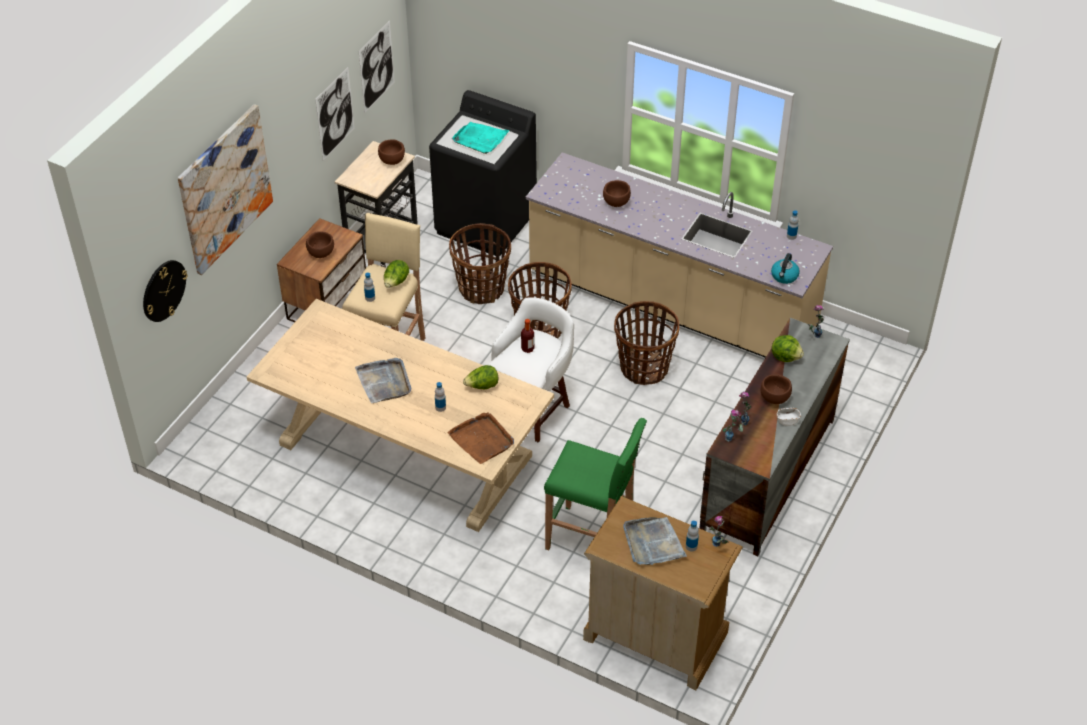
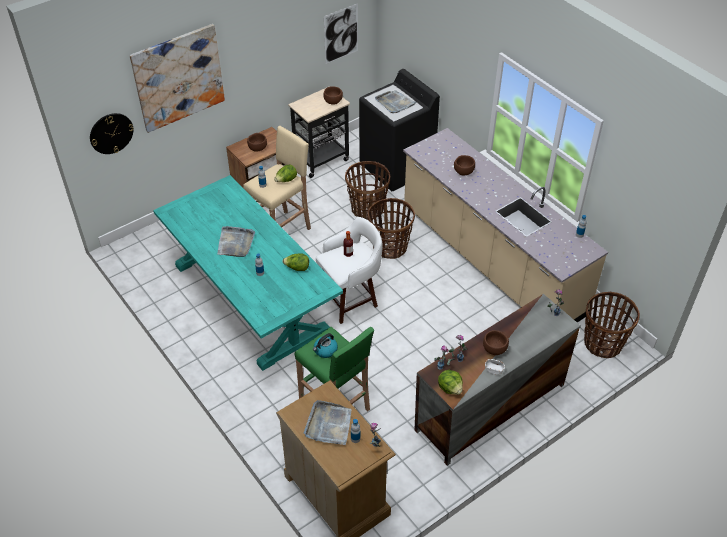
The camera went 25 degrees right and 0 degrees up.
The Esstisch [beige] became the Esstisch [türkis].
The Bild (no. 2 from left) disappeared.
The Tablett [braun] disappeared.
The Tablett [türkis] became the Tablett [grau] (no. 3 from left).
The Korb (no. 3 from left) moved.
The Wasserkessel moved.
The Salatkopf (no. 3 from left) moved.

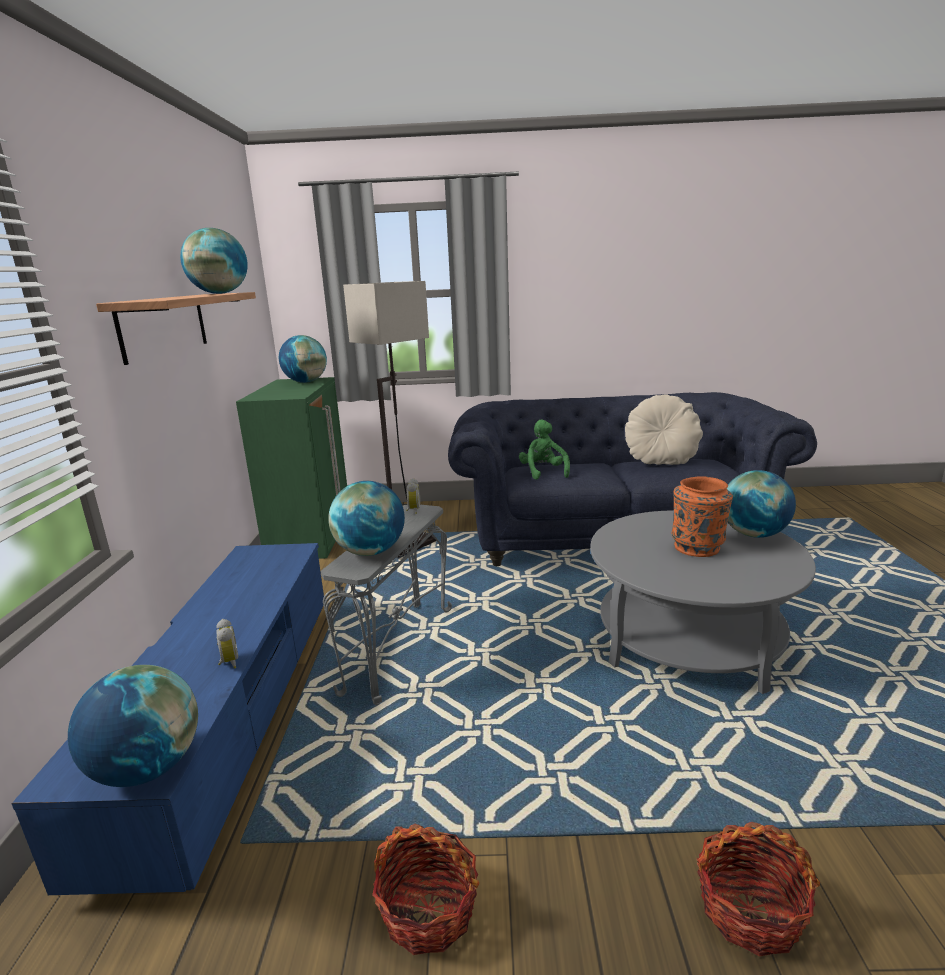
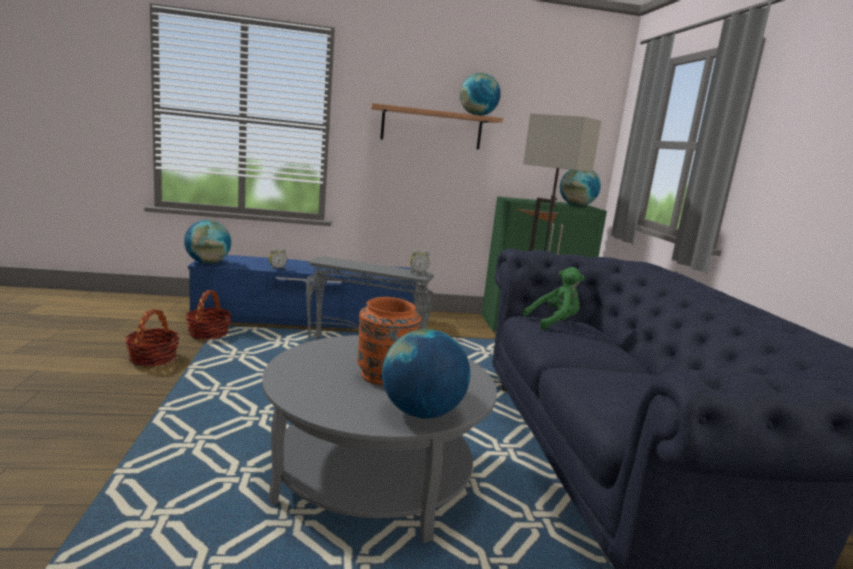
The camera went 80 degrees right and 5 degrees down.
The Globus (no. 4 from left) disappeared.
The Kissen [beige] disappeared.
The Korb (no. 2 from left) moved.

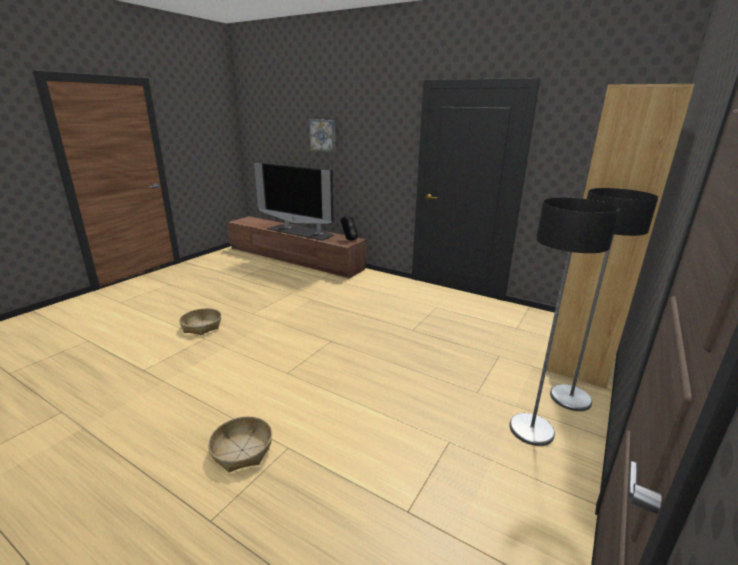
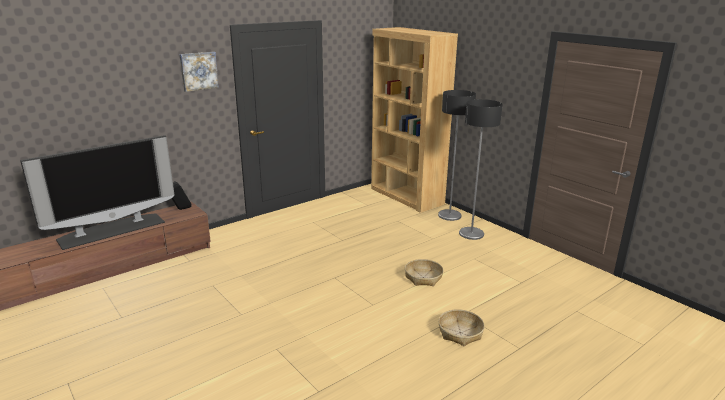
The camera went 70 degrees left and 0 degrees up.
The Korb (no. 1 from left) moved.
The Bild moved.

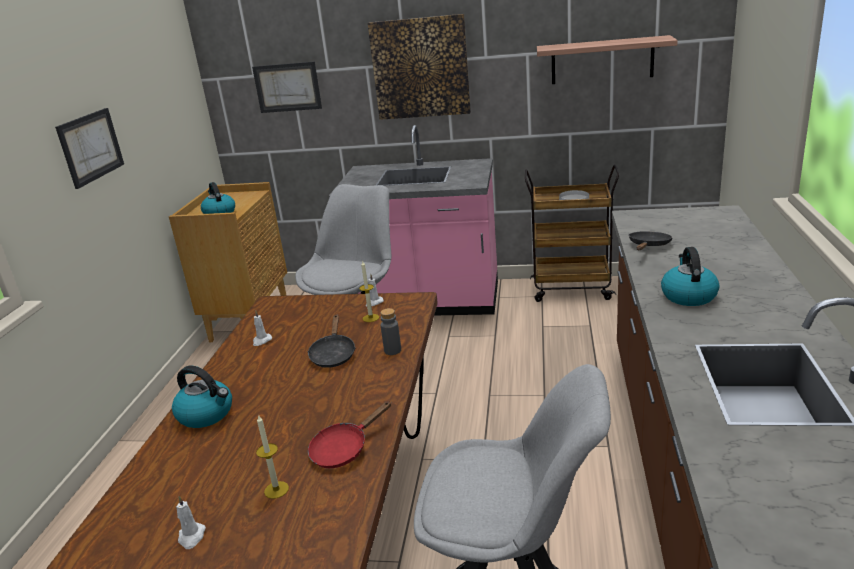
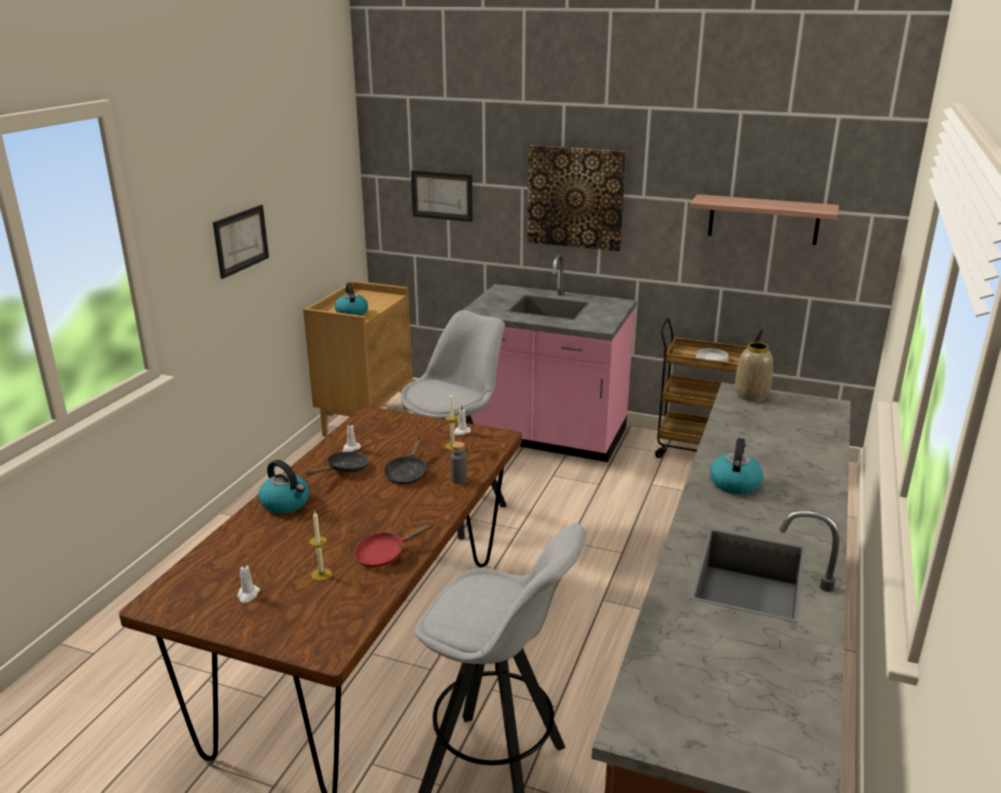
The camera went 10 degrees right and 0 degrees up.
The Pfanne [schwarz] (no. 2 from left in the first image) moved.
The Vase appeared.

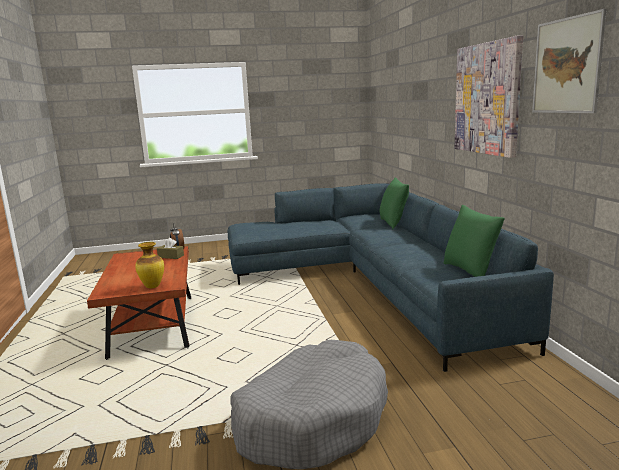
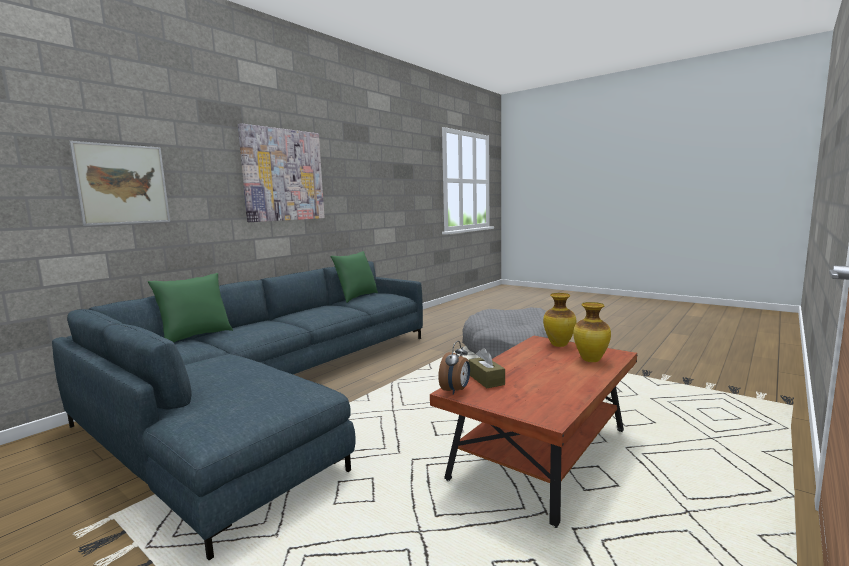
The camera went 130 degrees left and 5 degrees down.
The Bild (no. 2 from left in the first image) moved.
The Vase (no. 2 from left) appeared.

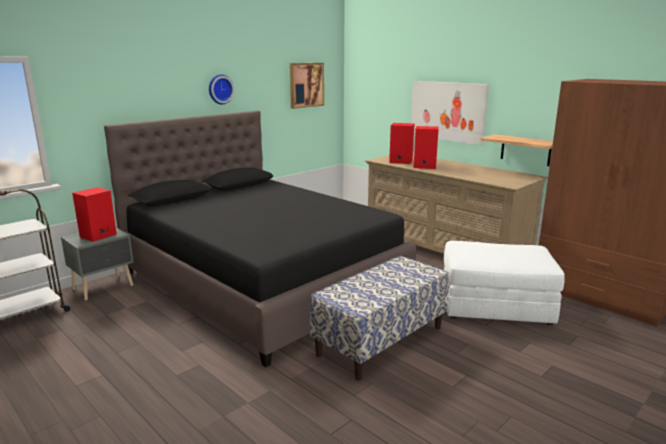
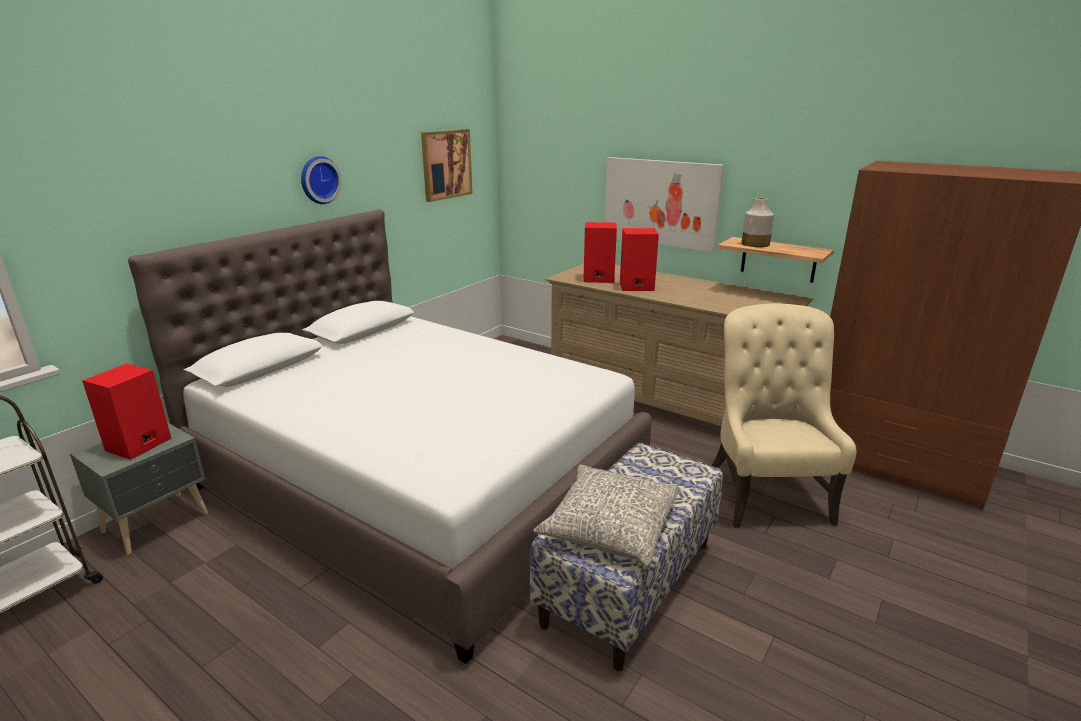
The camera went 10 degrees left and 5 degrees up.
The Bett [schwarz] became the Bett [weiß].
The Polsterhocker [weiß] was replaced by the Stuhl [beige].
The Kissen [grau] appeared.
The Vase [beige] appeared.

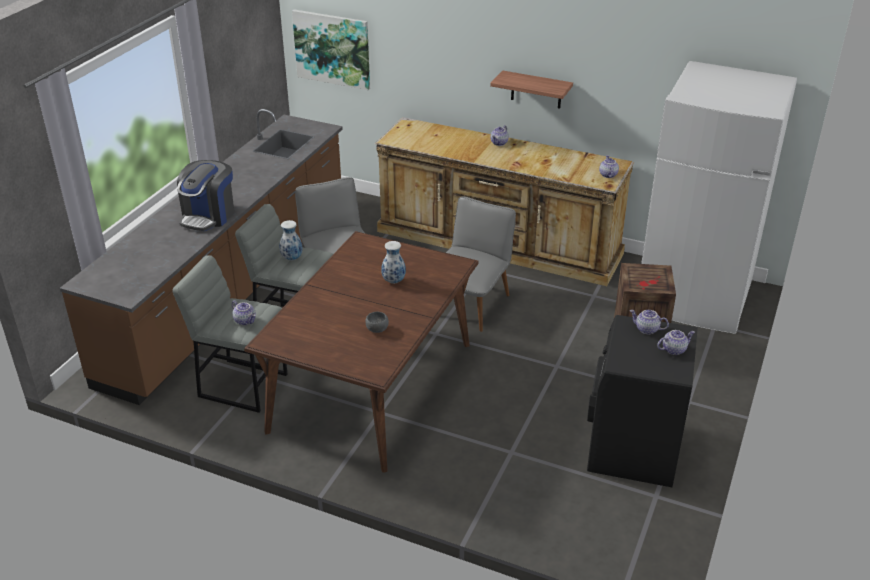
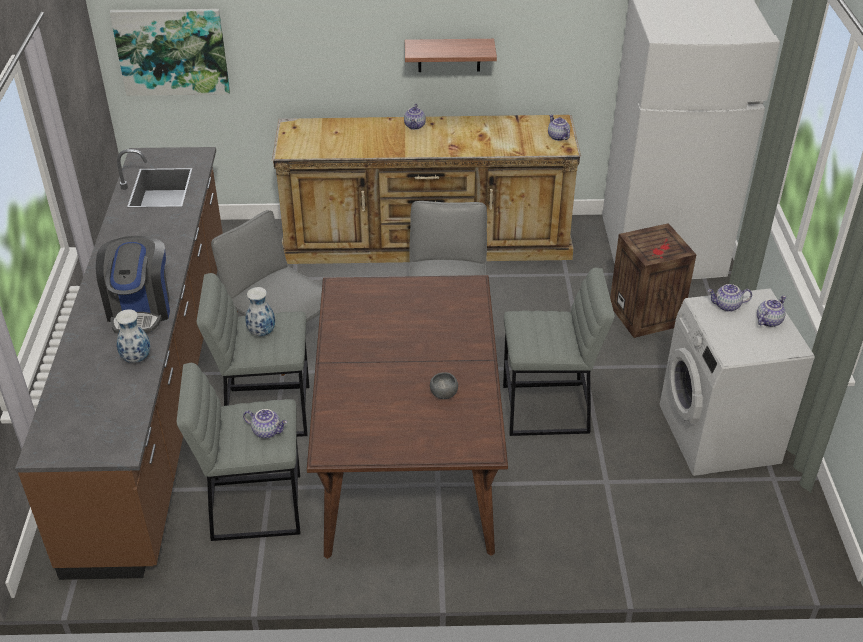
The camera went 25 degrees left and 5 degrees up.
The Vase (no. 2 from left in the first image) moved.
The Waschmaschine [schwarz] became the Waschmaschine [weiß].
The Hocker [grau] (no. 3 from left) appeared.

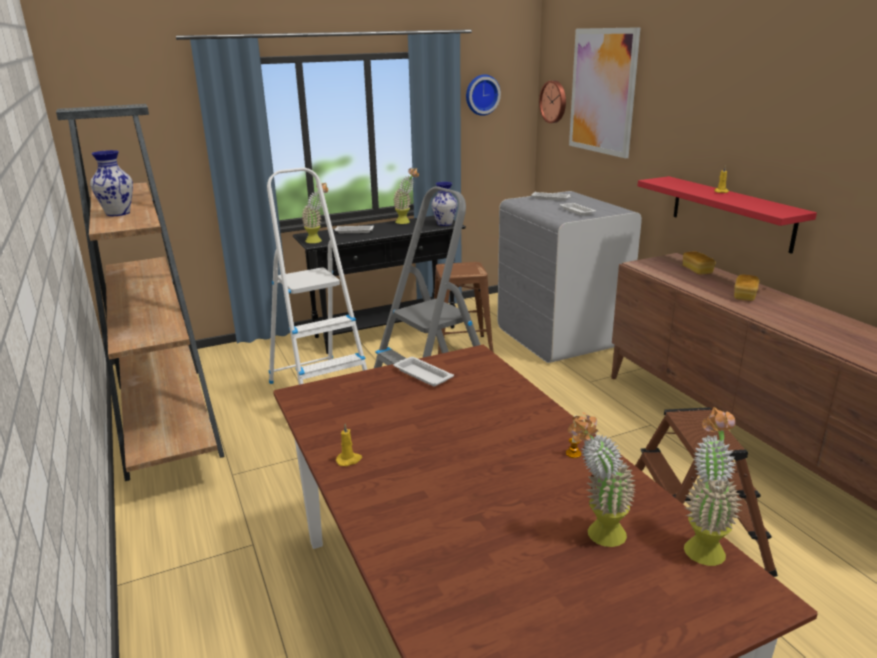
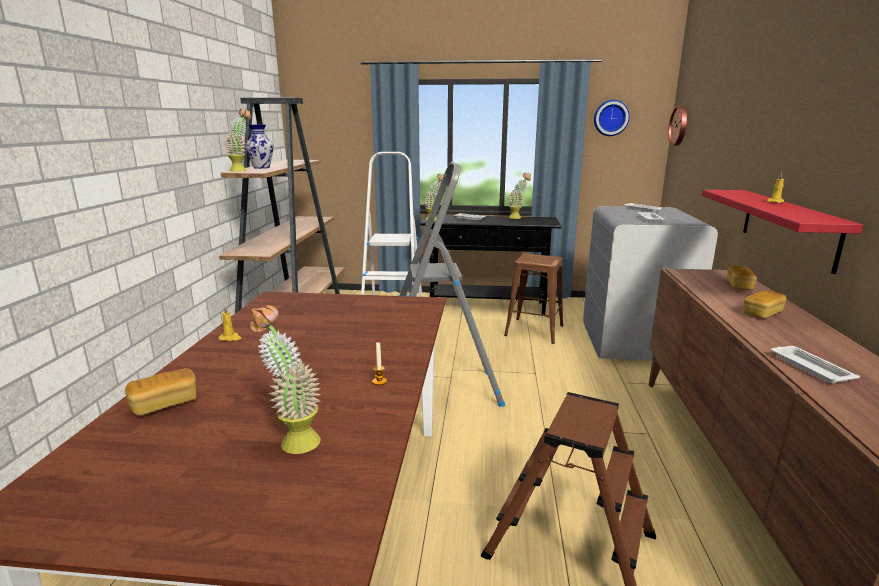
The camera went 30 degrees right and 5 degrees down.
The Tablett [weiß] (no. 2 from left in the first image) moved.
The Vase (no. 2 from left) disappeared.
The Bild disappeared.
The Topfpflanze (no. 4 from left in the first image) moved.
The Brot (no. 1 from left) appeared.

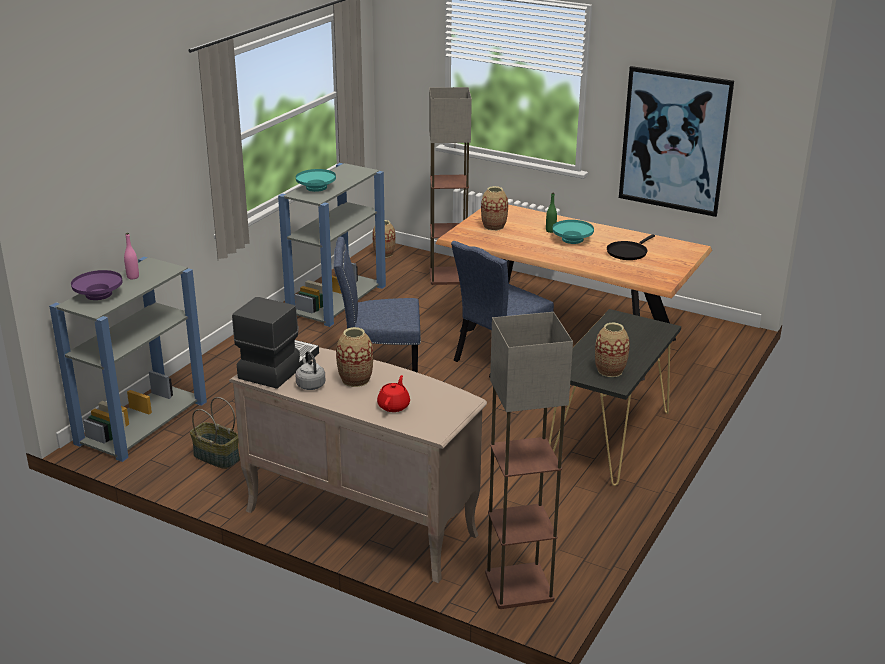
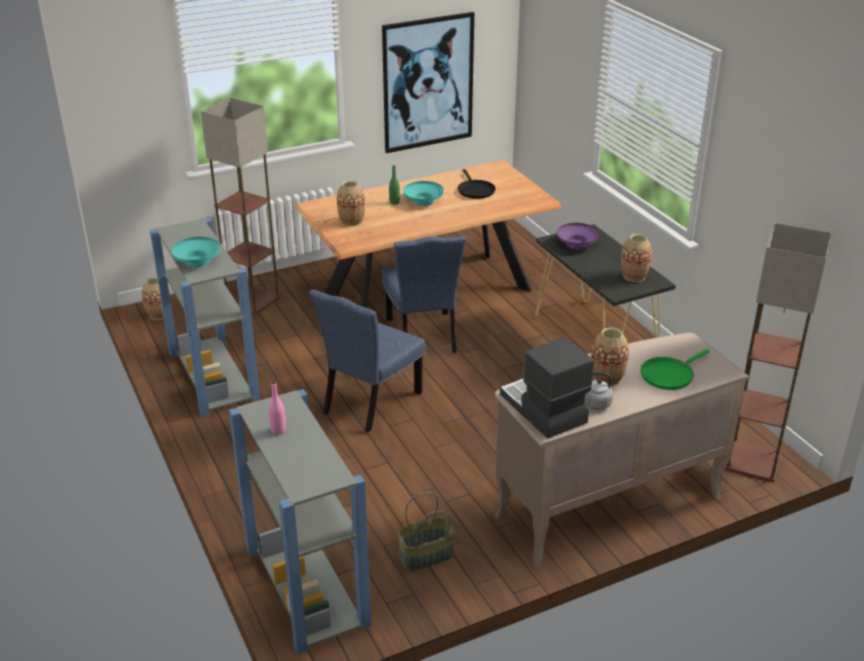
The camera went 55 degrees left and 5 degrees up.
The Schüssel [lila] moved.
The Teekanne [rot] was replaced by the Pfanne [grün].

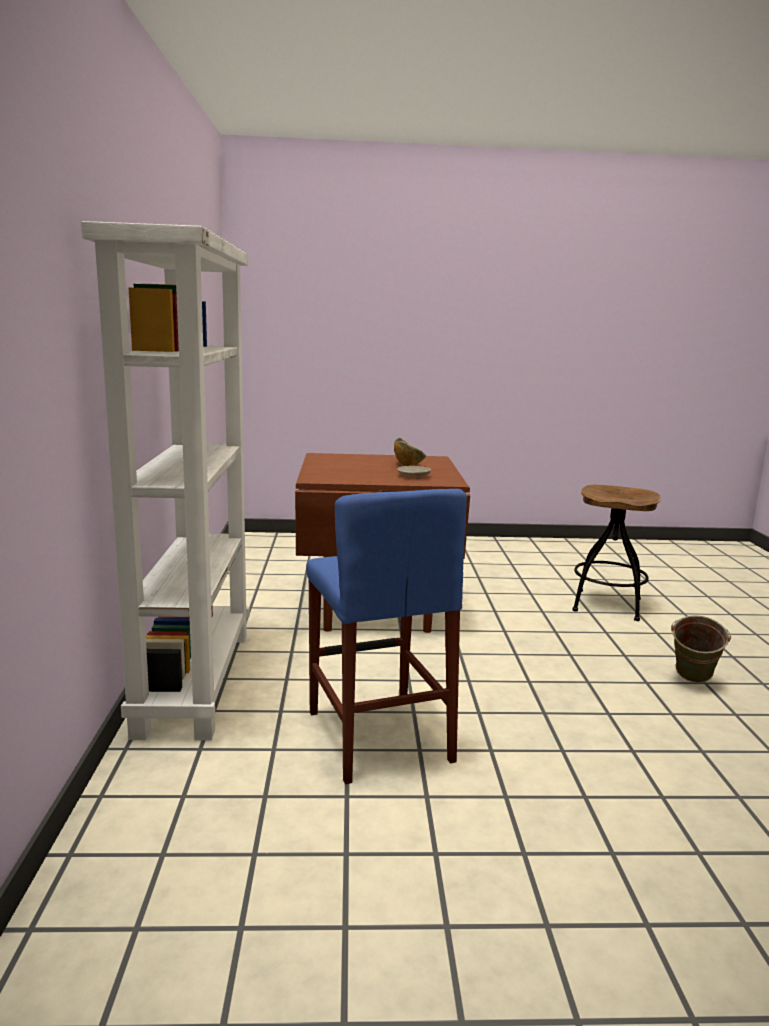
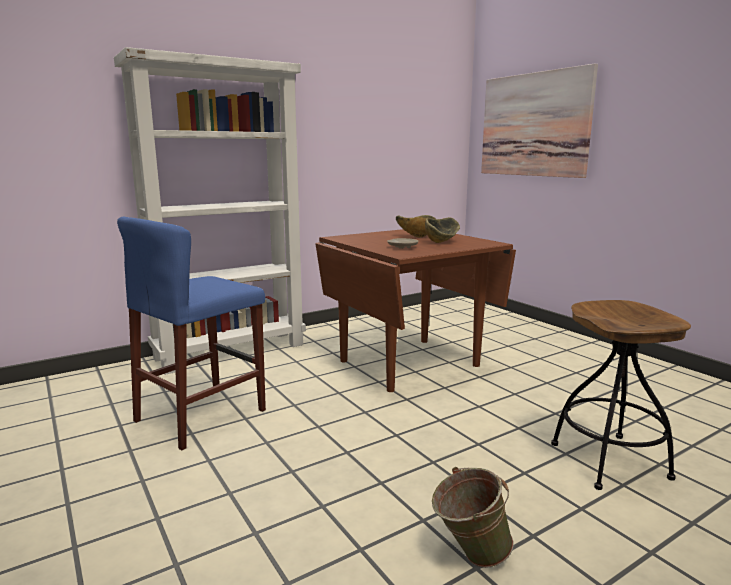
The camera went 60 degrees right and 0 degrees up.
The Schüssel (no. 1 from left) appeared.
The Bild appeared.

